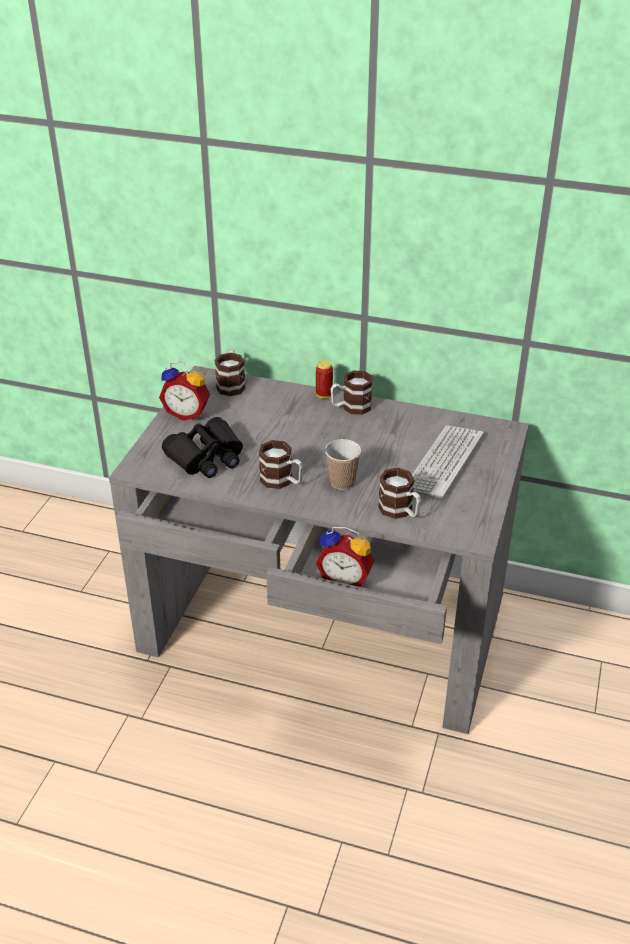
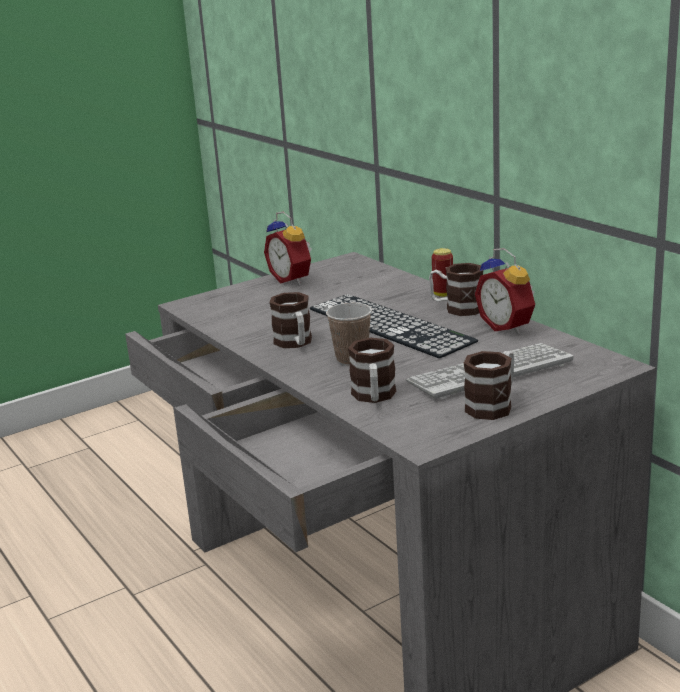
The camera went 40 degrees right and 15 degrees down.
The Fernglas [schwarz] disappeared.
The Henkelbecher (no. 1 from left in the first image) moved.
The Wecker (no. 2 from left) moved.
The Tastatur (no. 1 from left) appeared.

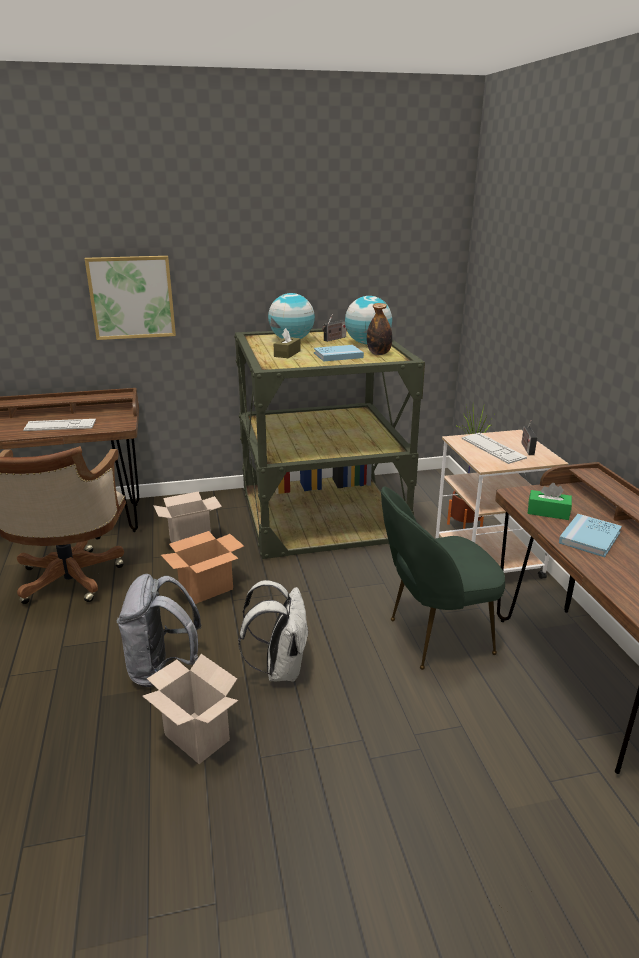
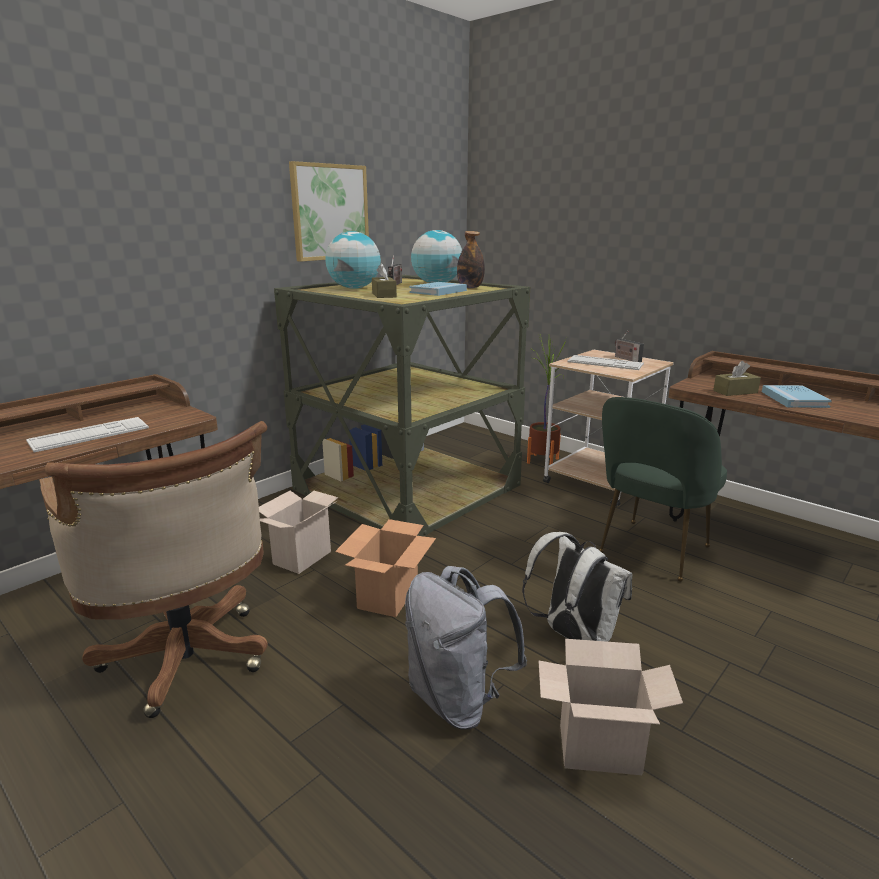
The camera went 35 degrees left and 5 degrees down.
The Bild moved.
The Taschentuchbox [grün] became the Taschentuchbox [braun] (no. 2 from left).

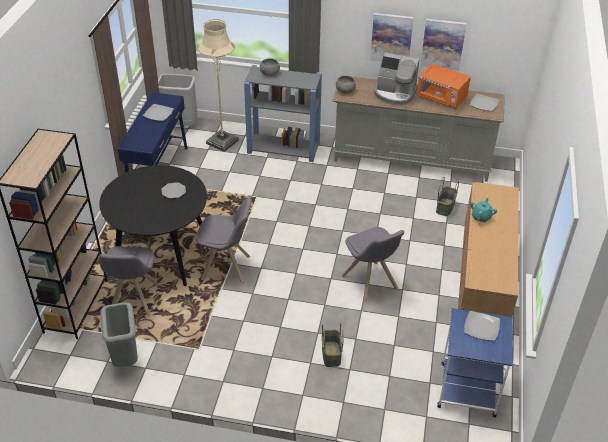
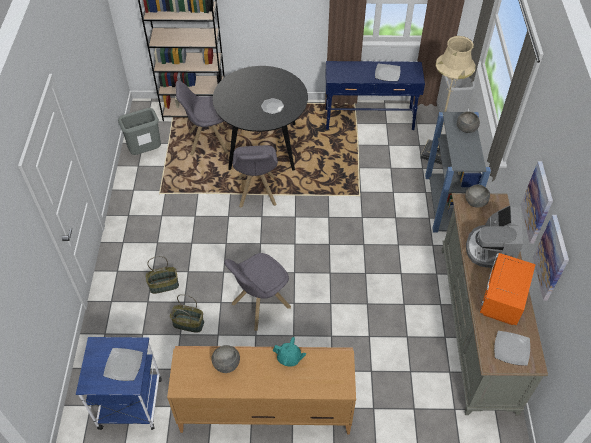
The camera went 80 degrees right and 10 degrees up.
The Korb (no. 2 from left) moved.
The Schüssel [grau] (no. 1 from left) appeared.

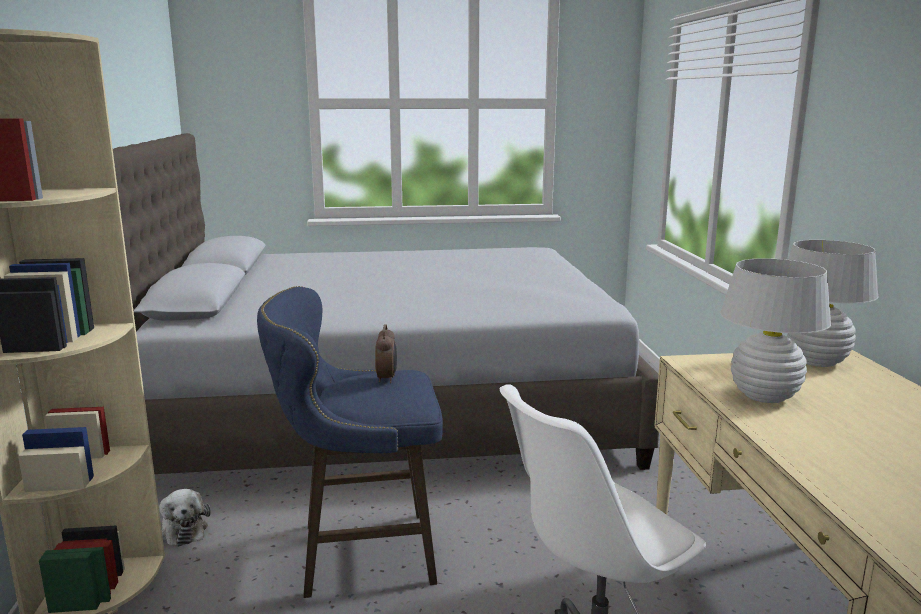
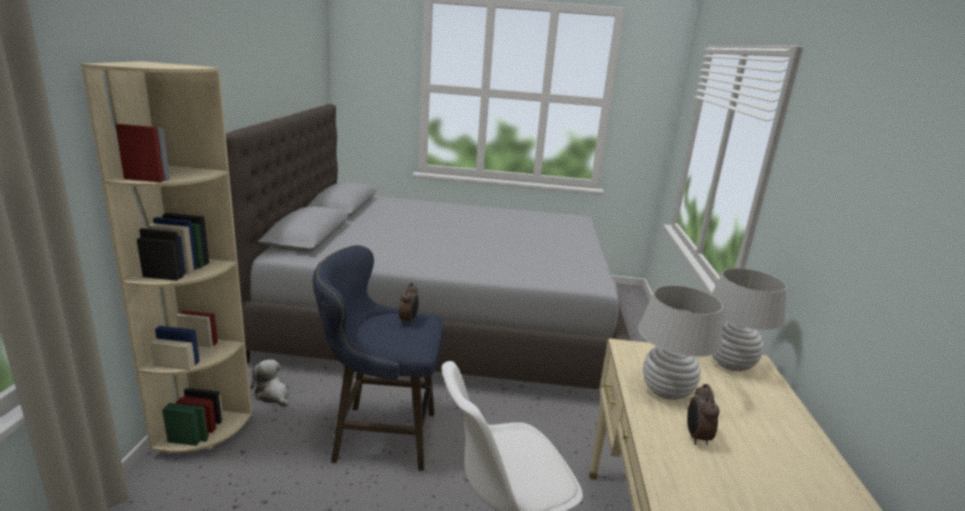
The camera went 10 degrees right and 5 degrees up.
The Plüschtier turned 150 degrees clockwise.
The Wecker (no. 2 from left) appeared.

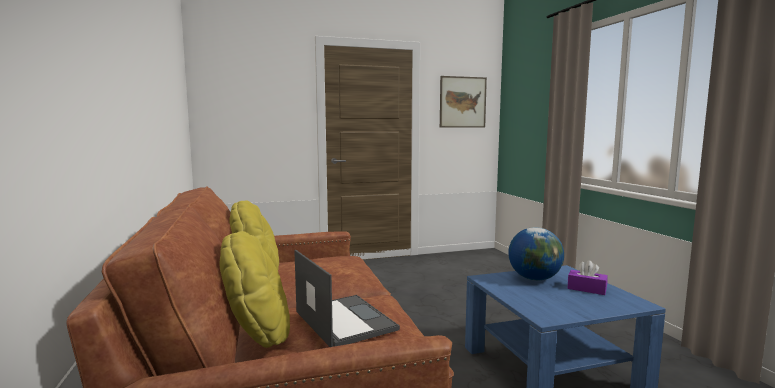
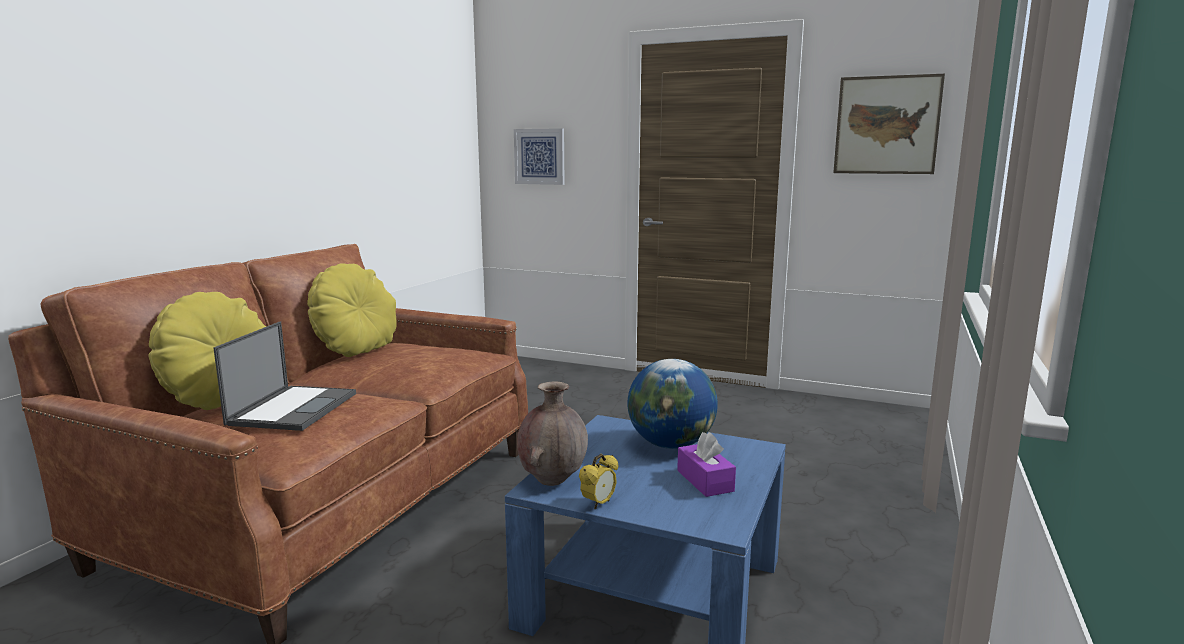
The camera went 40 degrees right and 5 degrees up.
The Bild (no. 1 from left) appeared.
The Vase [braun] appeared.
The Wecker appeared.

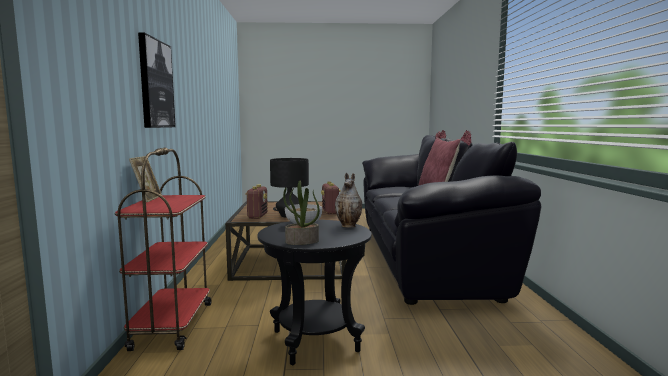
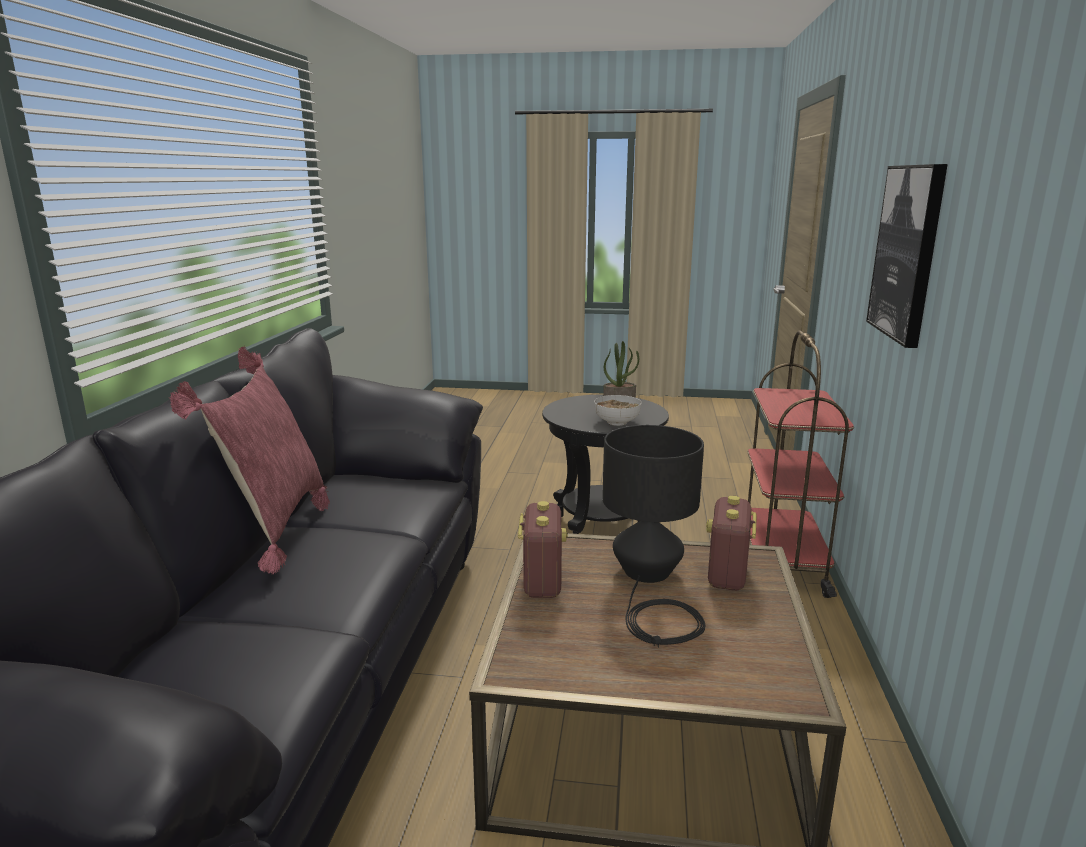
The camera went 170 degrees left and 10 degrees up.
The Bilderrahmen disappeared.
The Vase disappeared.

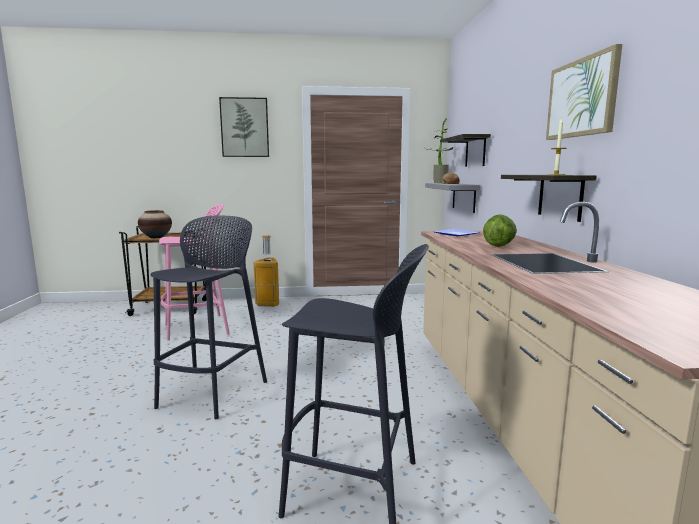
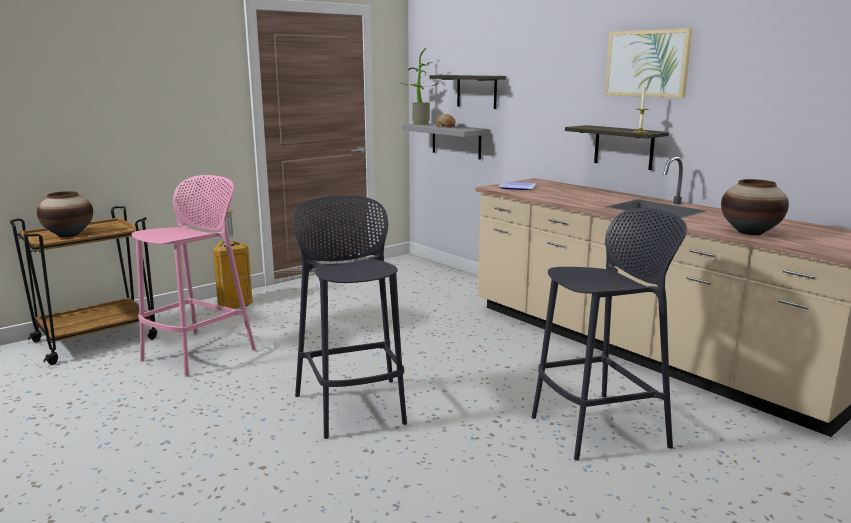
The camera went 35 degrees left and 5 degrees up.
The Bild (no. 1 from left) disappeared.
The Salatkopf disappeared.
The Vase (no. 2 from left) appeared.

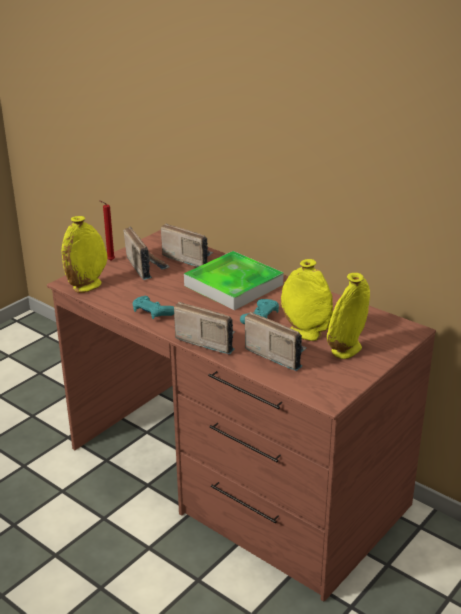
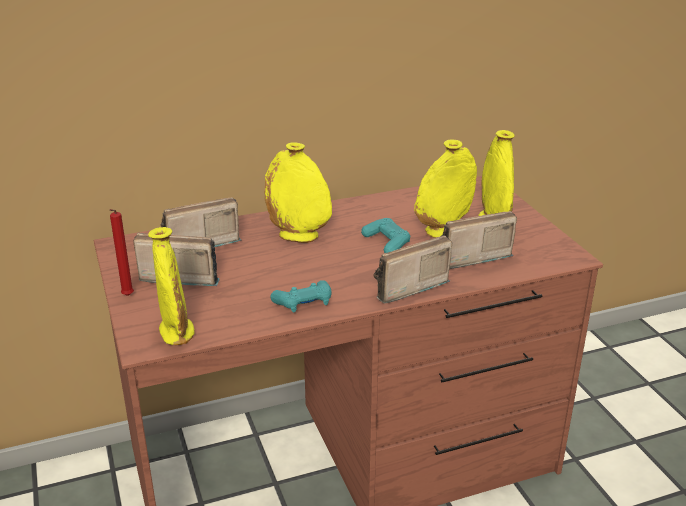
The camera went 60 degrees left and 0 degrees up.
The Tablett was replaced by the Vase [gelb] (no. 2 from left).

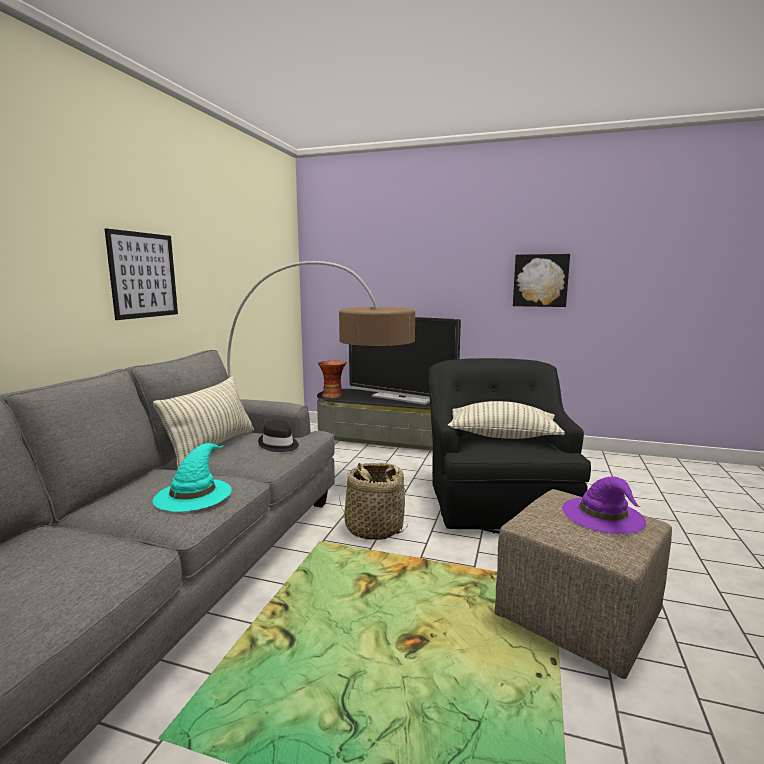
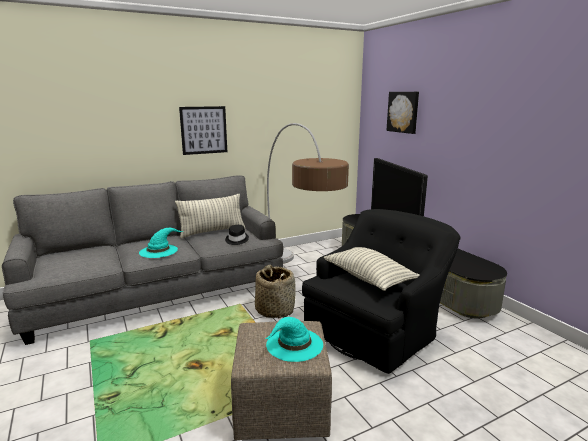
The camera went 45 degrees right and 5 degrees up.
The Vase disappeared.
The Bild (no. 2 from left) moved.
The Hut [lila] became the Hut [türkis] (no. 2 from left).

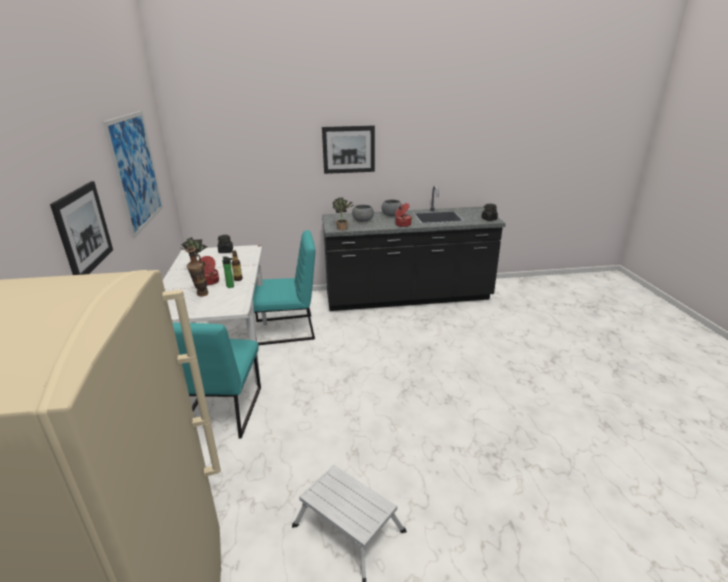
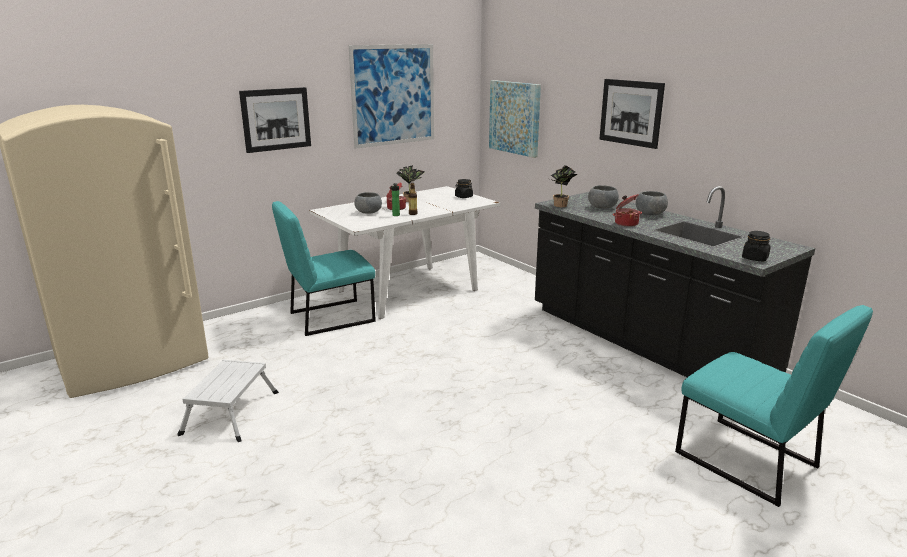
The camera went 60 degrees right and 5 degrees down.
The Vase was replaced by the Schüssel [grau] (no. 1 from left).
The Stuhl [türkis] (no. 2 from left) moved.
The Bild (no. 3 from left) appeared.

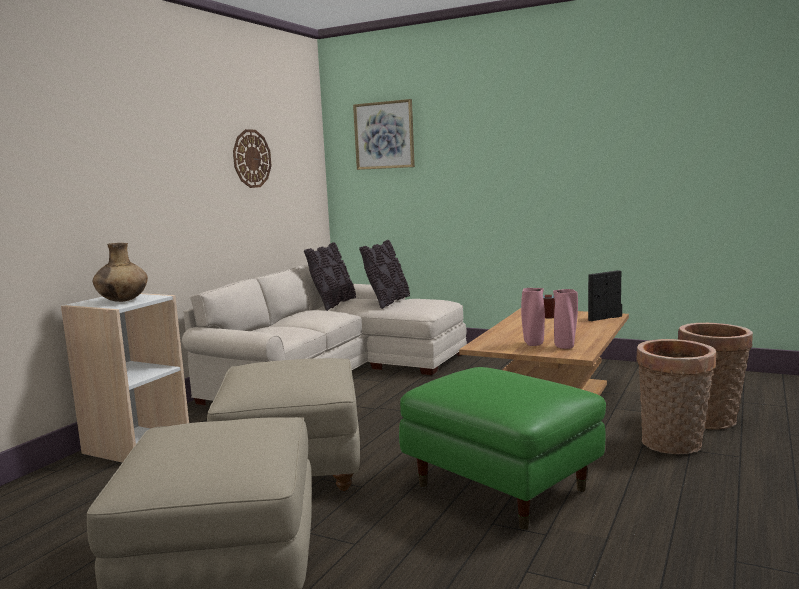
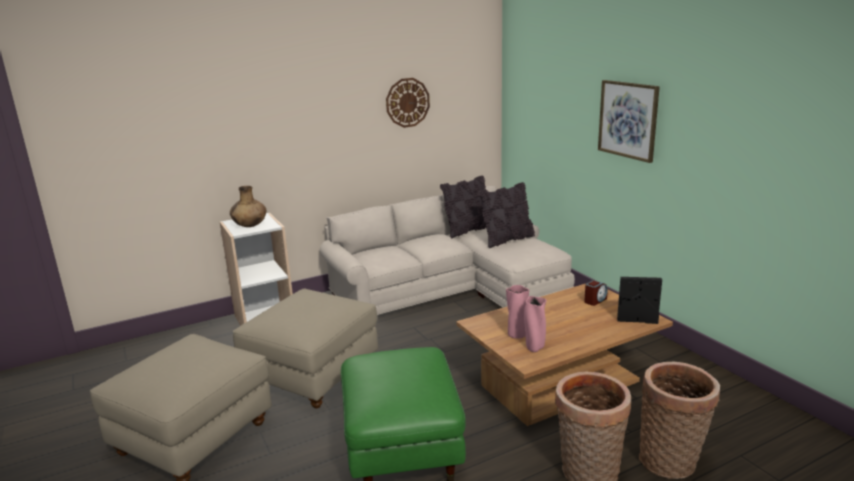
The camera went 35 degrees right and 10 degrees up.
The Bild moved.

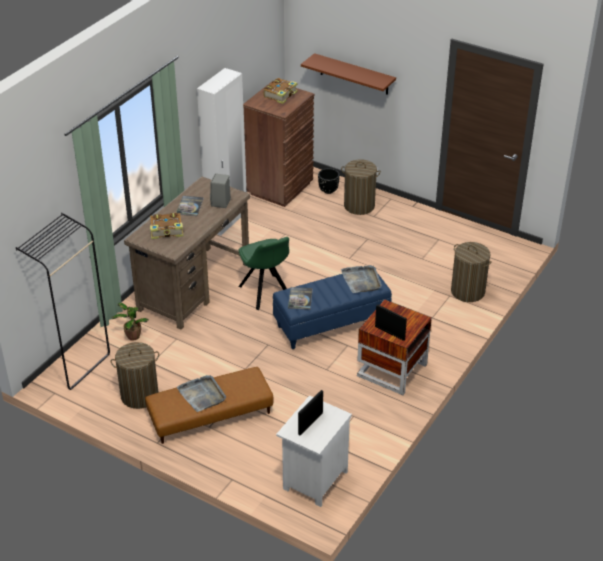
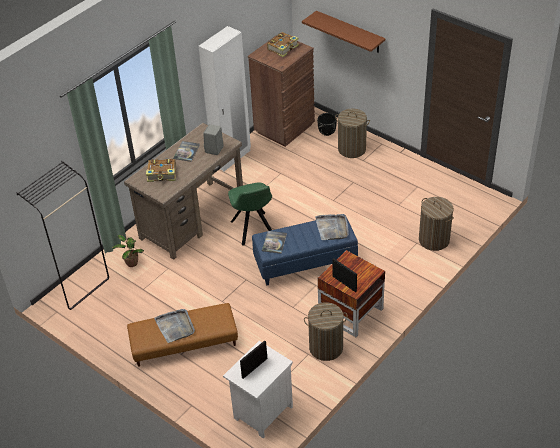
The camera went 10 degrees right and 5 degrees up.
The Wäschekorb (no. 1 from left) moved.

